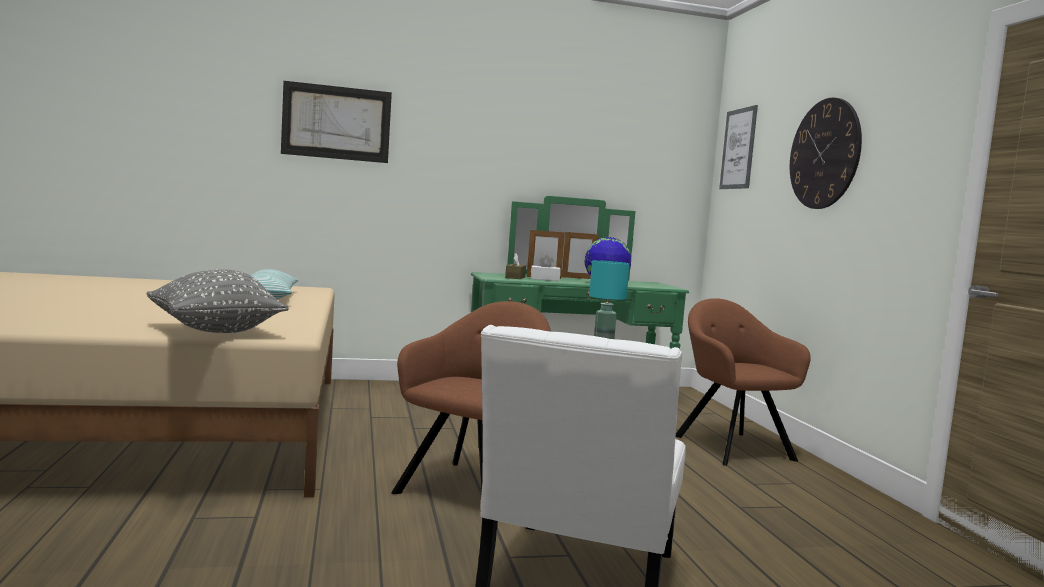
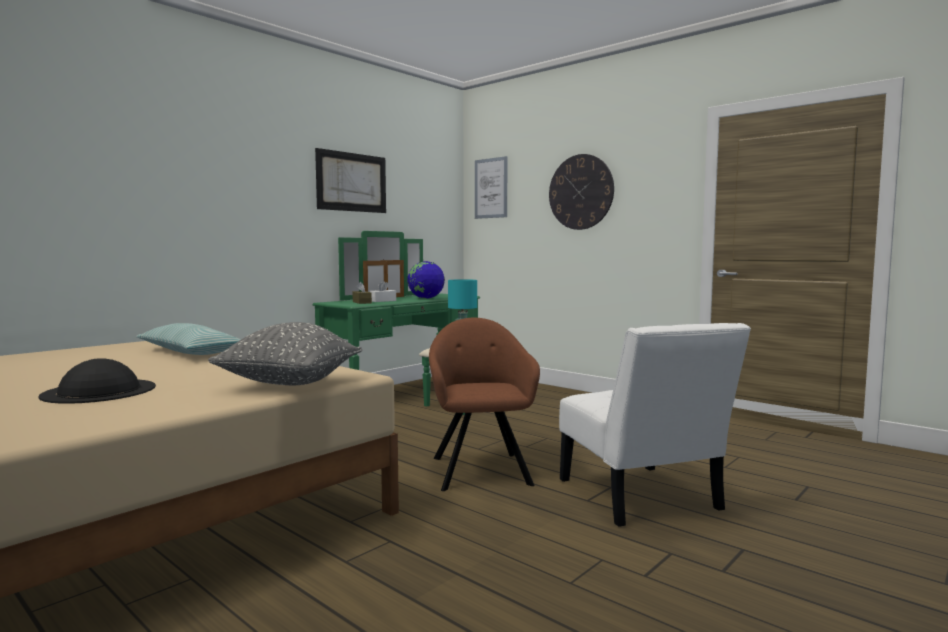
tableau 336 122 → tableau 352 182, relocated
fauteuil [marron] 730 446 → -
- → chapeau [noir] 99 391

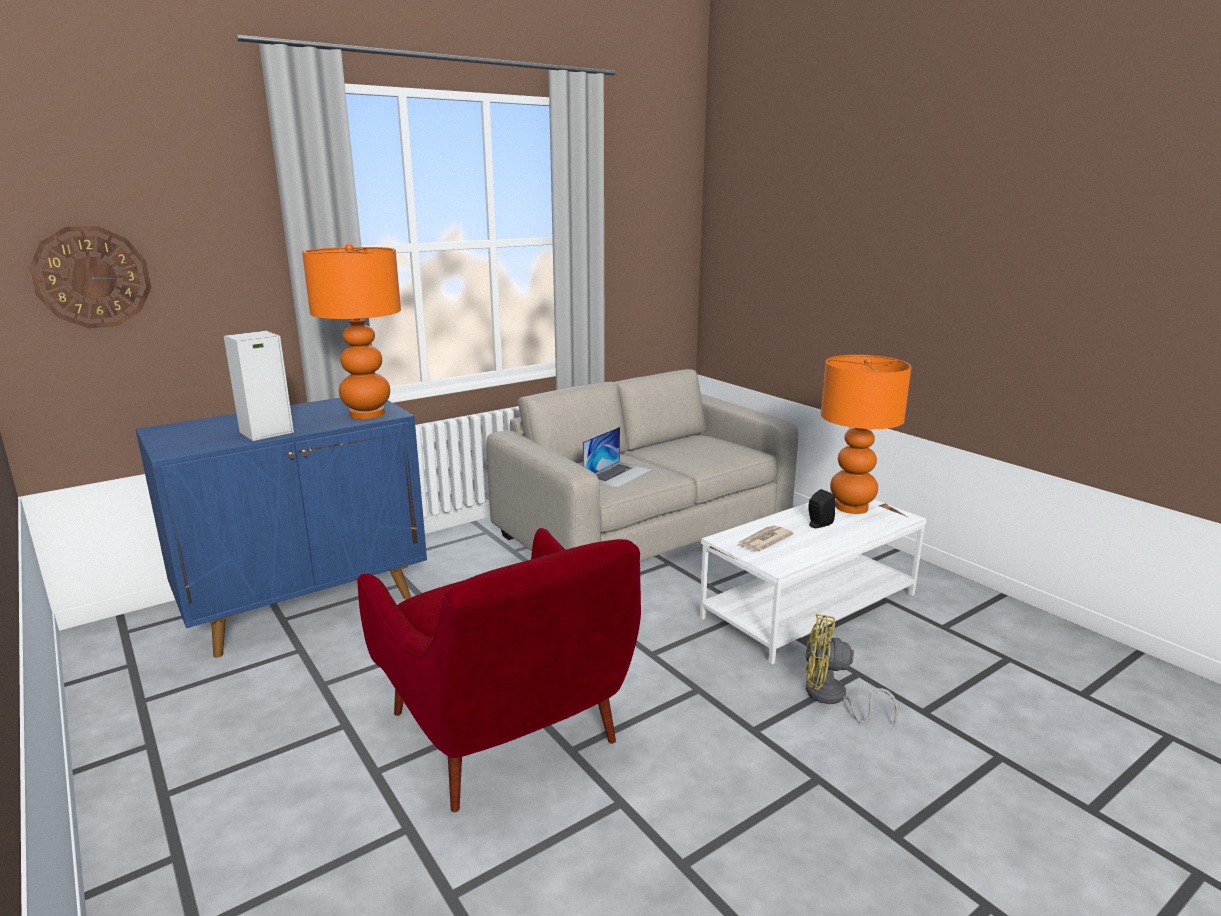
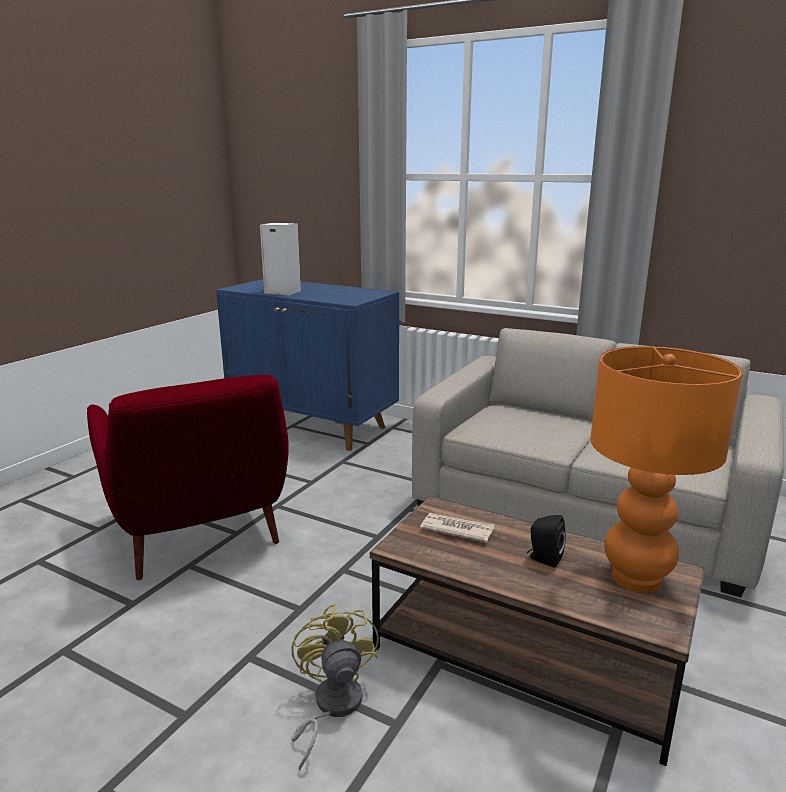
horloge murale 92 277 → -
lampe de table [orange] 366 414 → -
fauteuil [rouge] 507 735 → fauteuil [rouge] 199 535, 60 degrees counterclockwise
ordinateur portable 618 474 → -
table basse [blanc] 809 605 → table basse [marron] 527 657

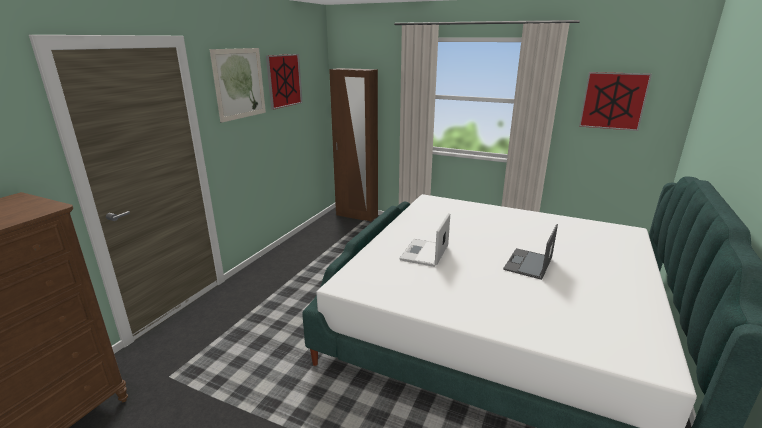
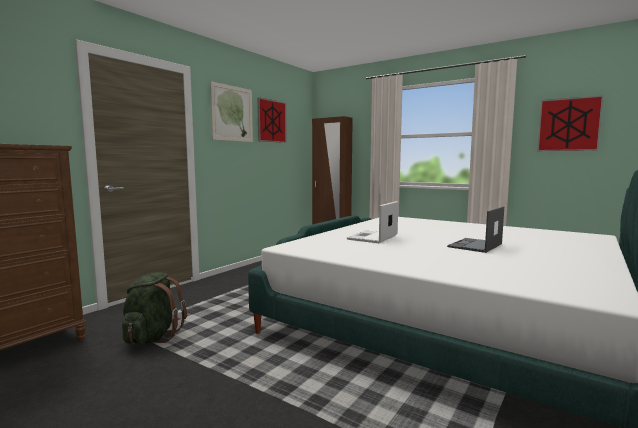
- → sac à dos [vert] 152 337

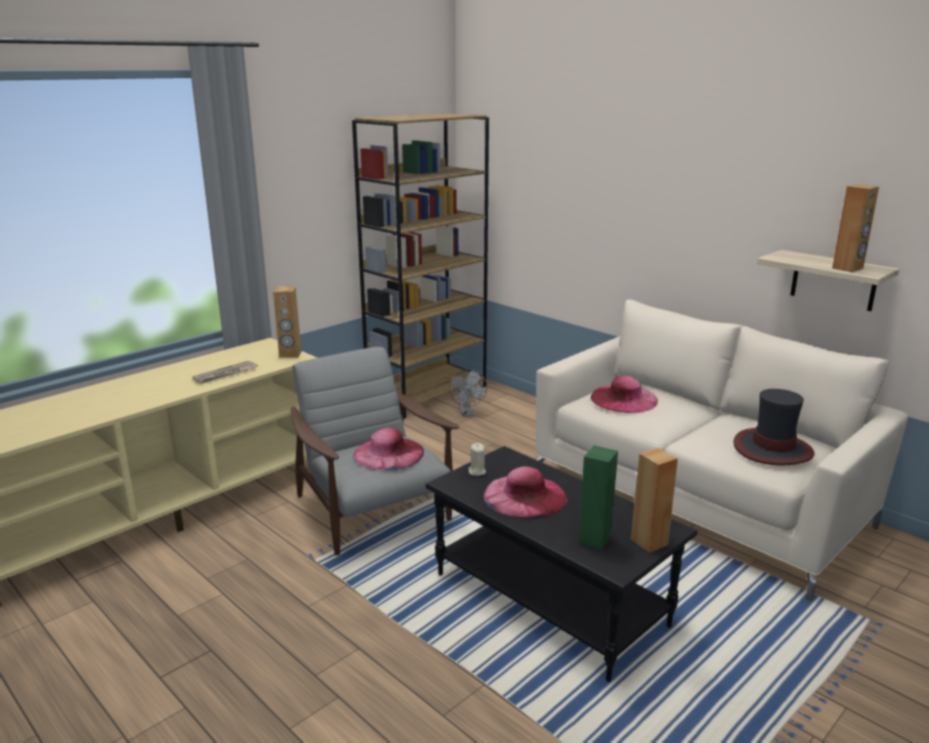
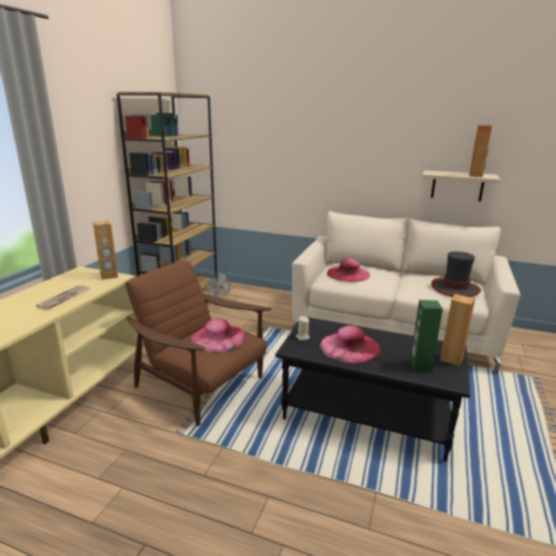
fauteuil [gris] 373 511 → fauteuil [marron] 202 384

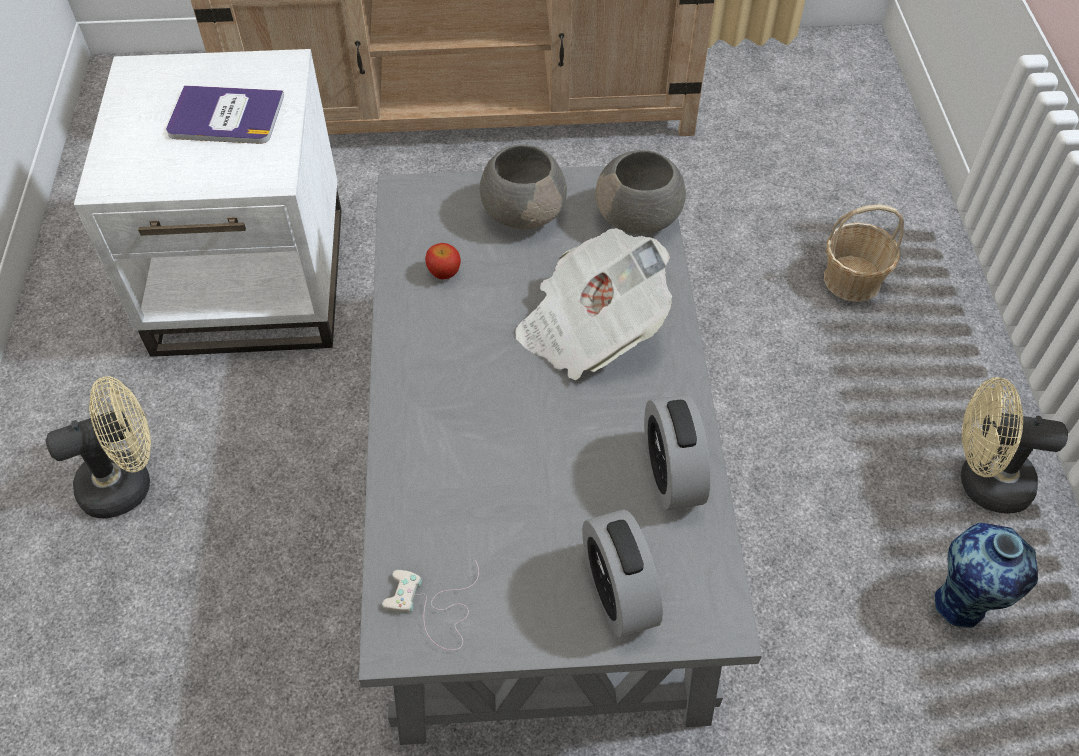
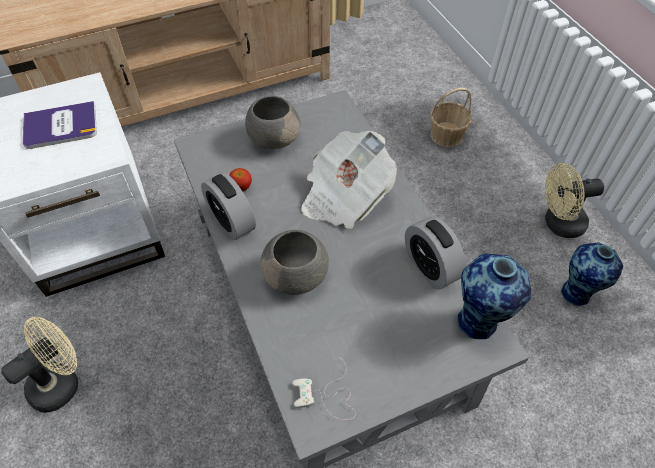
réveil 618 592 → réveil 231 221, relocated
bol [gris] 639 217 → bol [gris] 297 276, relocated
- → vase 479 321

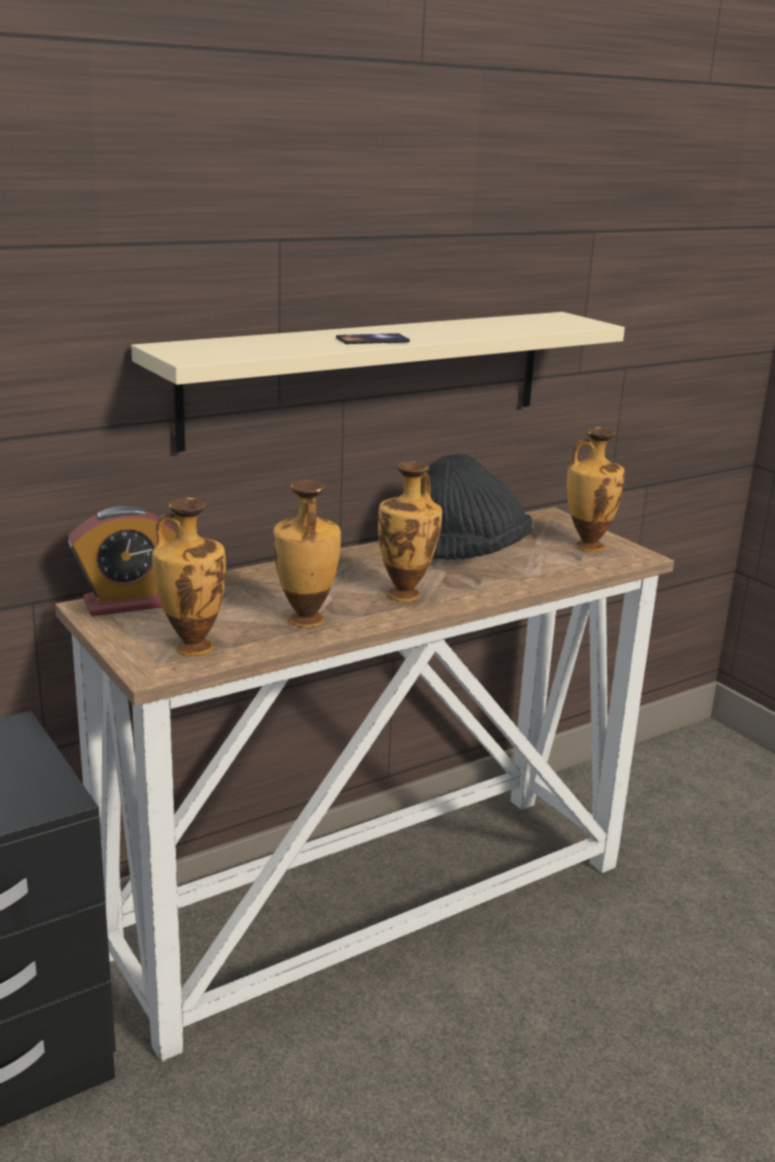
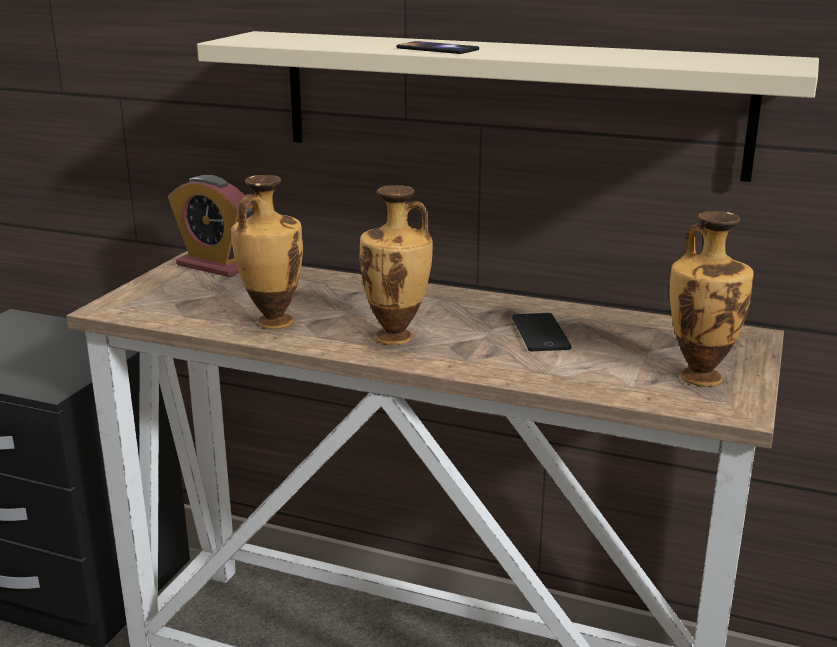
vase 191 647 → -
chapeau [noir] 466 556 → téléphone 540 333

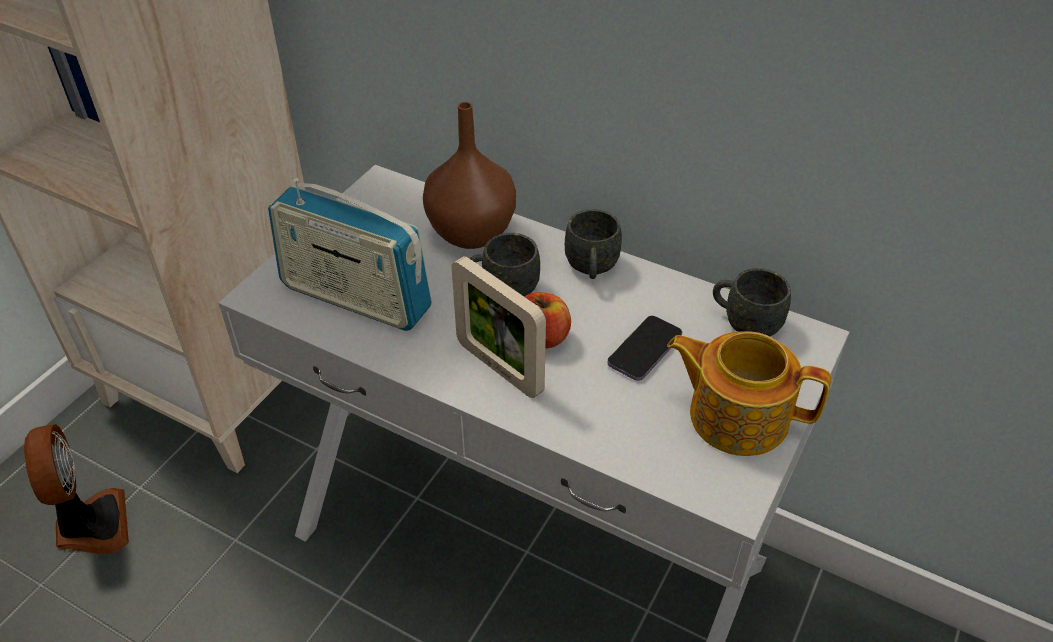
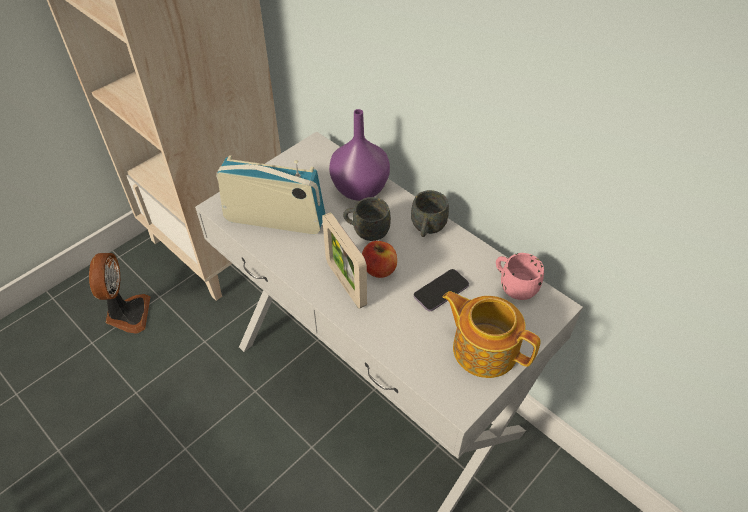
radio 355 298 → radio 275 220, 150 degrees clockwise
vase [marron] 470 234 → vase [violet] 359 190
mug [gris] 744 323 → mug [rose] 513 286

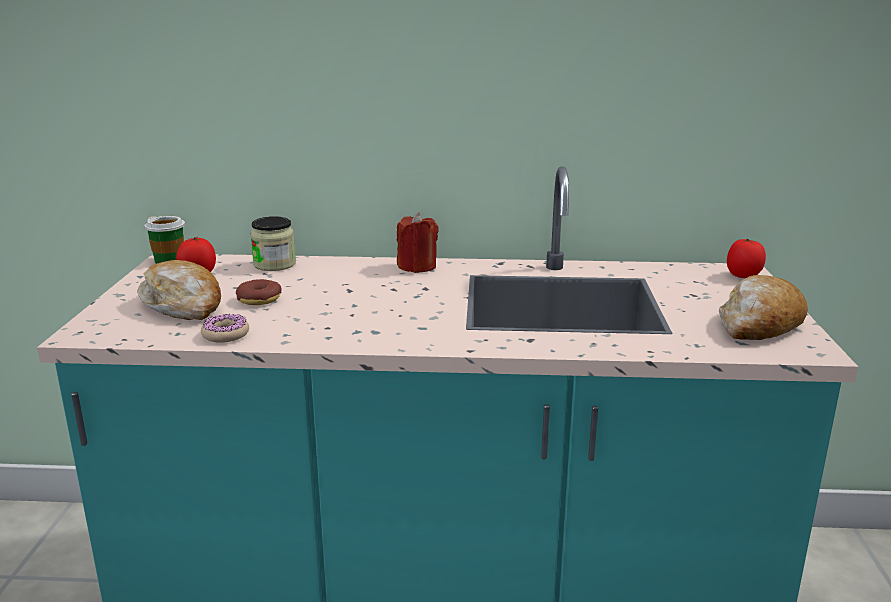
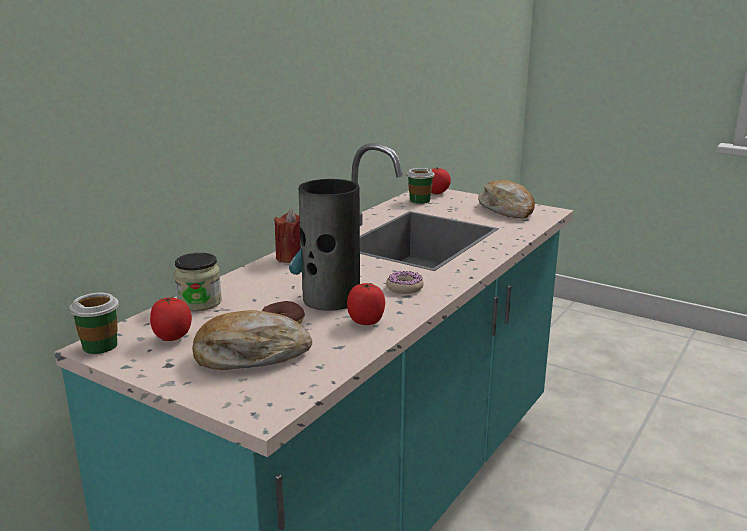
beignet 225 335 → beignet 404 288, relocated
- → vase 331 299
- → tomate 366 321
- → tasse 419 200

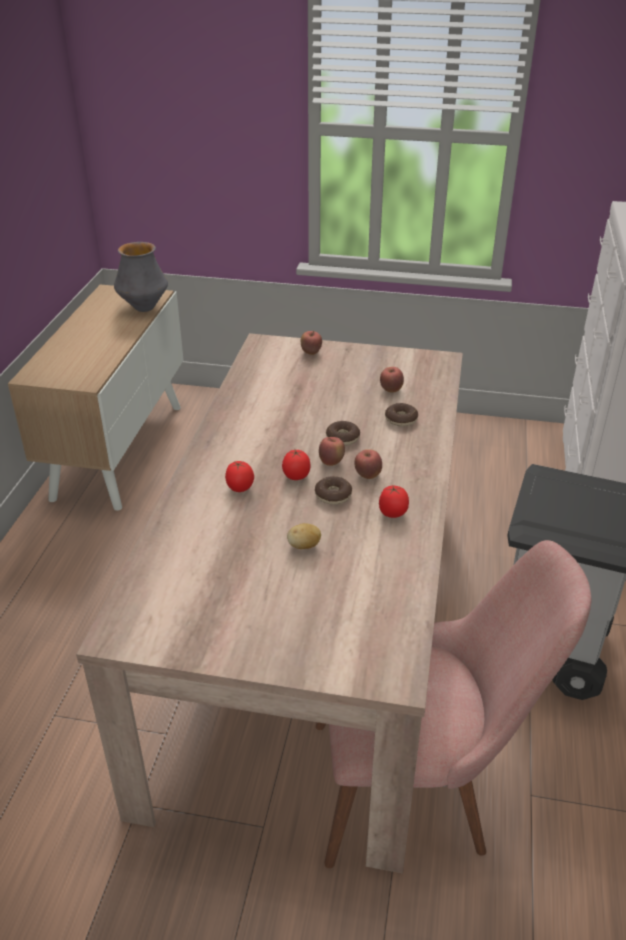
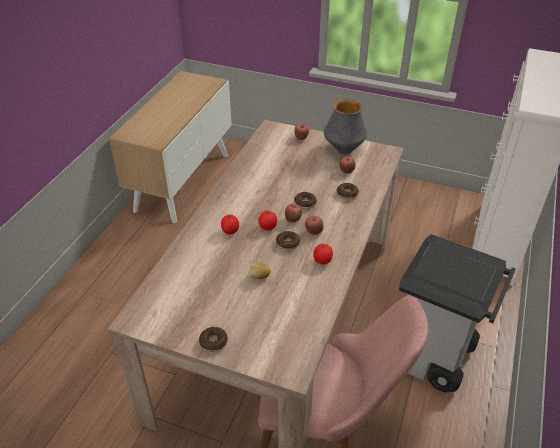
vase 144 308 → vase 344 150, relocated
- → beignet 213 342

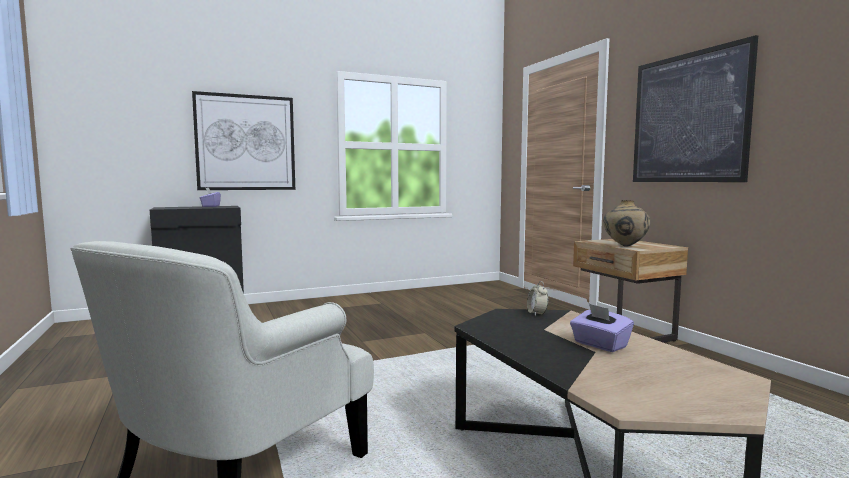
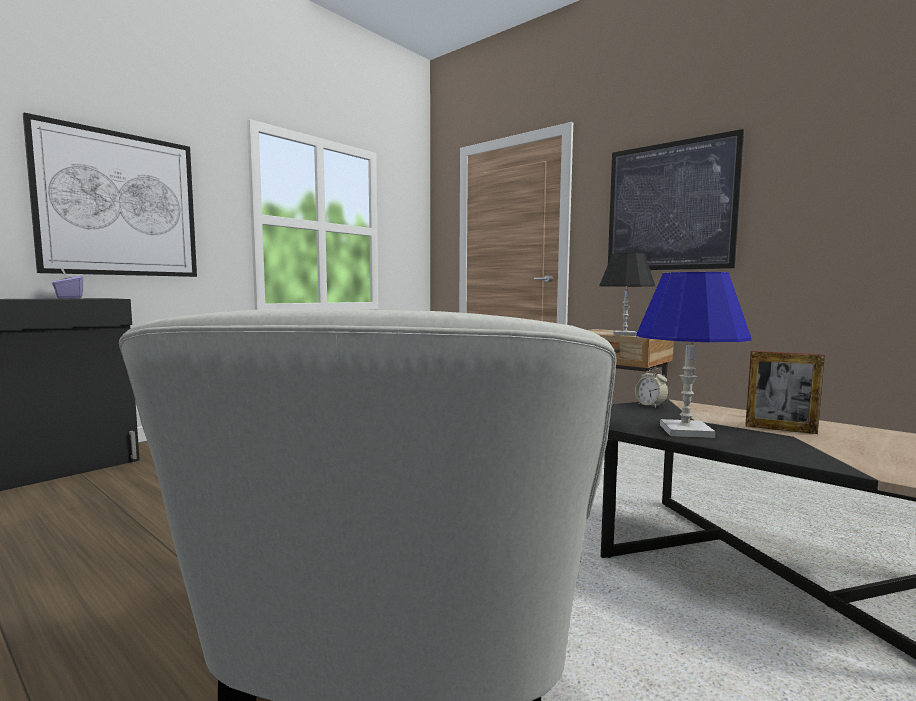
boîte à mouchoirs [violet] 599 345 → cadre photo 780 429
vase [beige] 624 246 → lampe de table [noir] 624 334
- → lampe de table [bleu] 685 431

